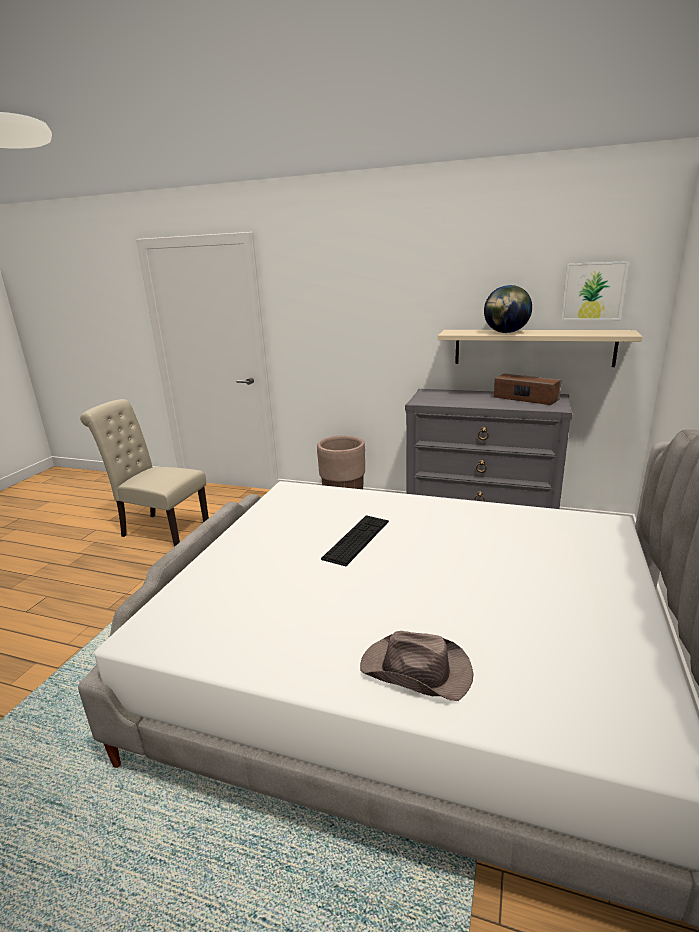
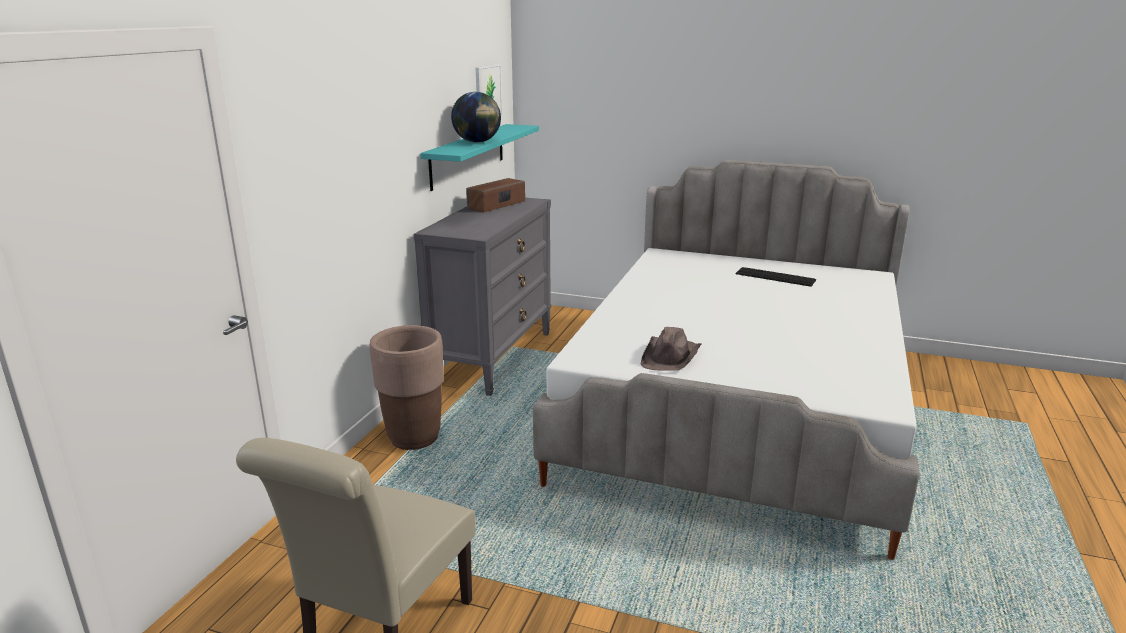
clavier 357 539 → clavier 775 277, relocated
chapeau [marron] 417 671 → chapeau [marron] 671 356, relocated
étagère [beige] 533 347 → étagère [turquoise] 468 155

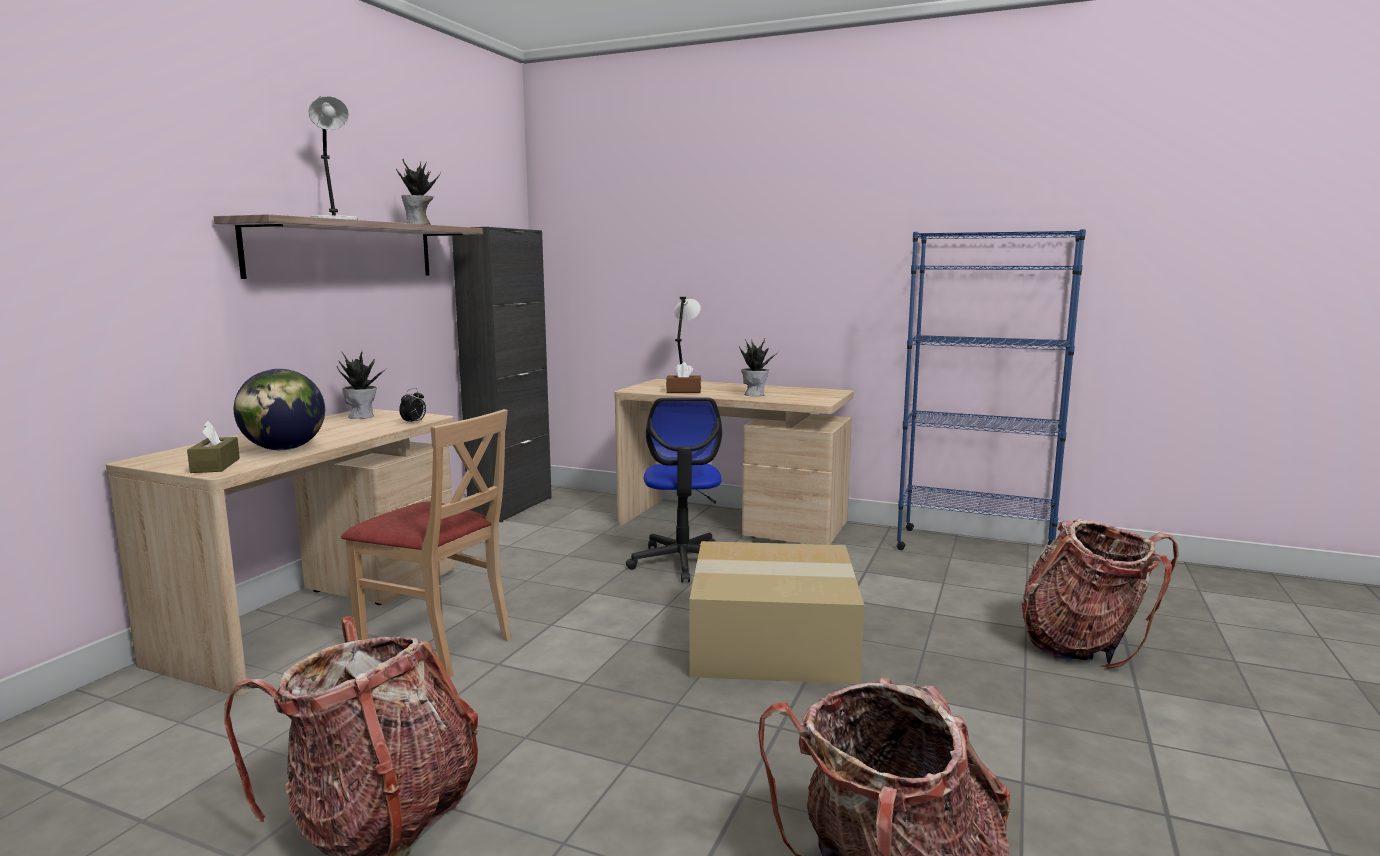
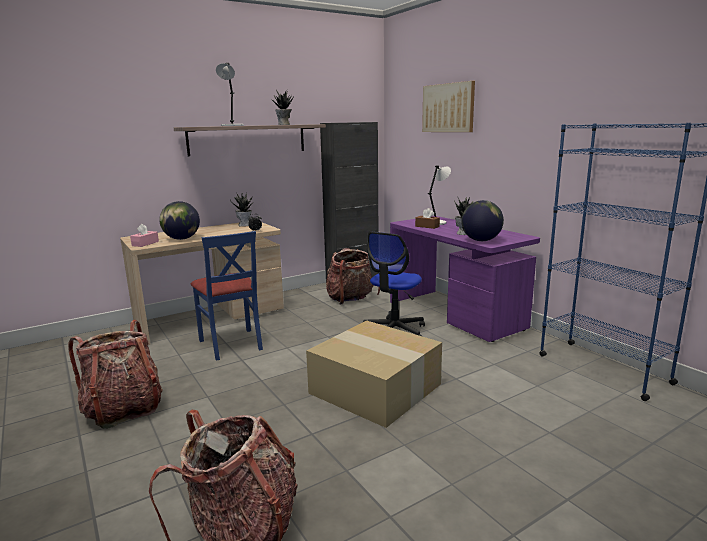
boîte à mouchoirs [marron] 215 465 → boîte à mouchoirs [rose] 145 243
chaise [beige] 438 645 → chaise [bleu] 231 344
bureau [beige] 732 524 → bureau [violet] 455 314
sac à dos 1084 646 → sac à dos 351 299, relocated
- → tableau 448 108
- → globe 481 240

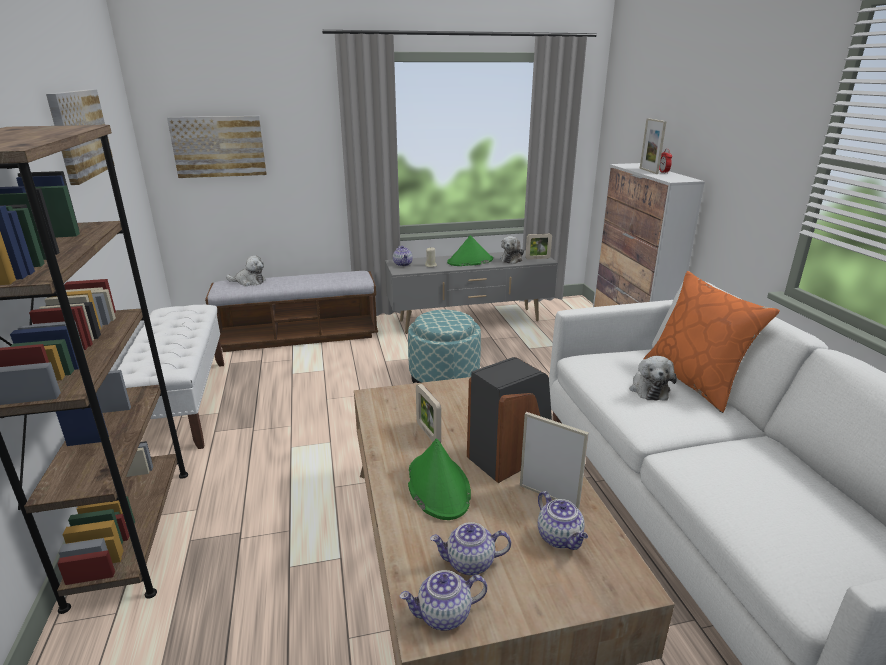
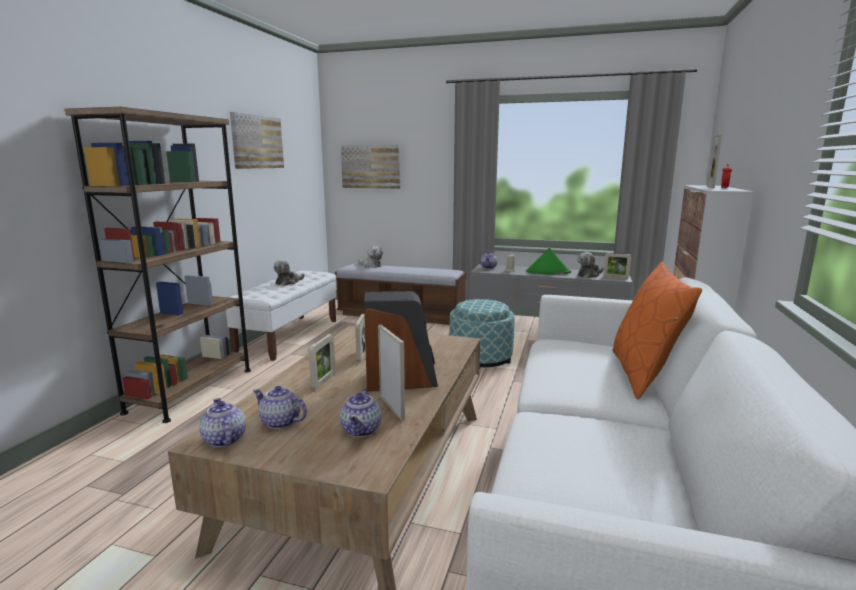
théière 444 615 → théière 223 439, 45 degrees clockwise
chapeau [vert] 437 486 → cadre photo 323 381
peluche 649 388 → peluche 288 282, relocated

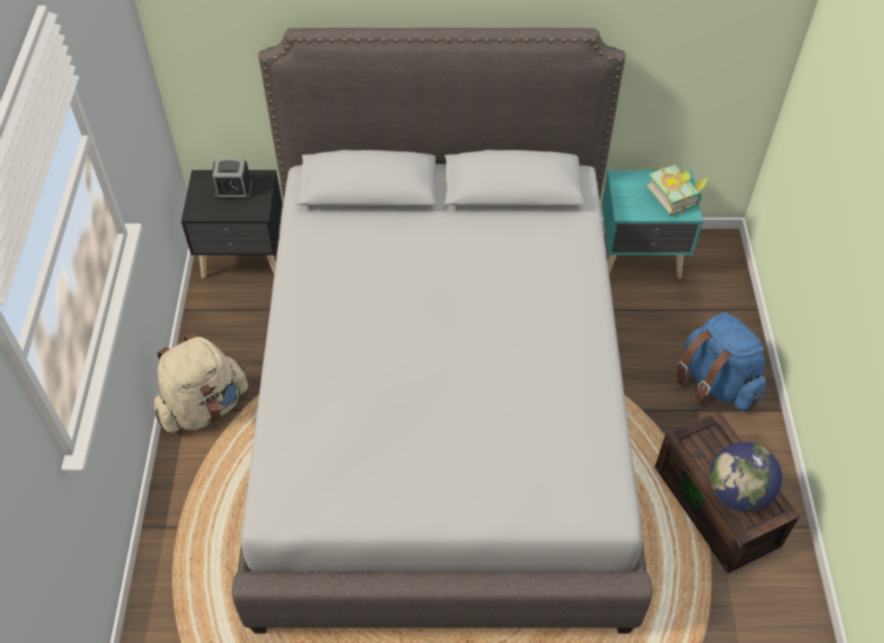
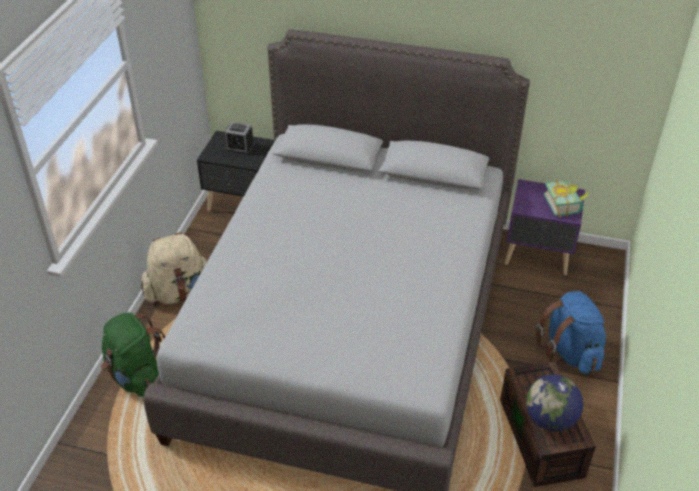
table de chevet [turquoise] 640 258 → table de chevet [violet] 538 256
- → sac à dos [vert] 137 375

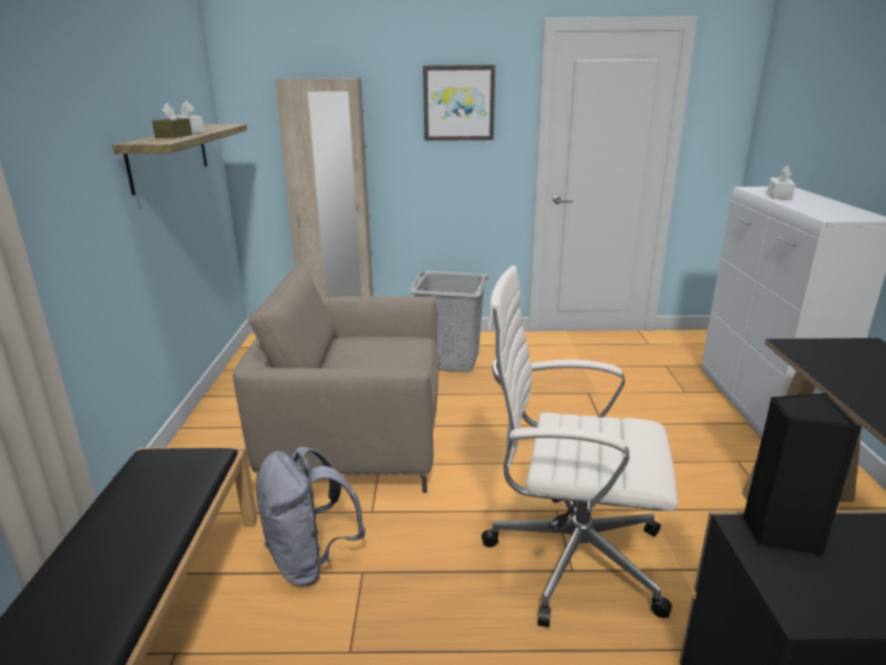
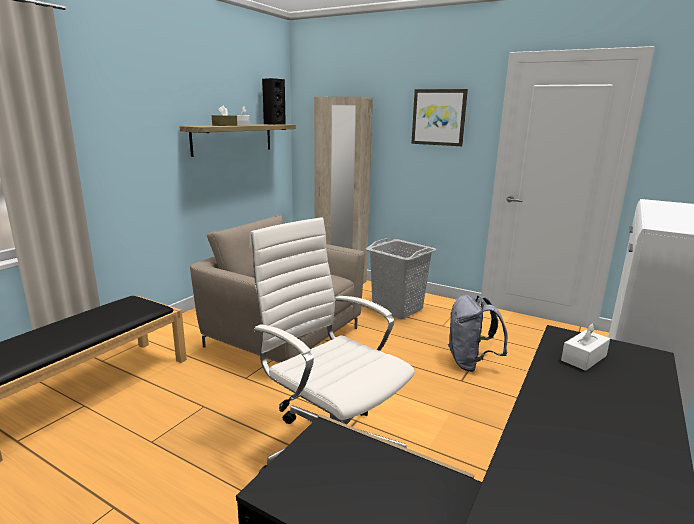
sac à dos [gris] 310 561 → sac à dos [gris] 471 363, relocated
enceinte [noir] 779 533 → enceinte [noir] 274 124, relocated
boîte à mouchoirs [blanc] 779 196 → boîte à mouchoirs [blanc] 583 358, relocated

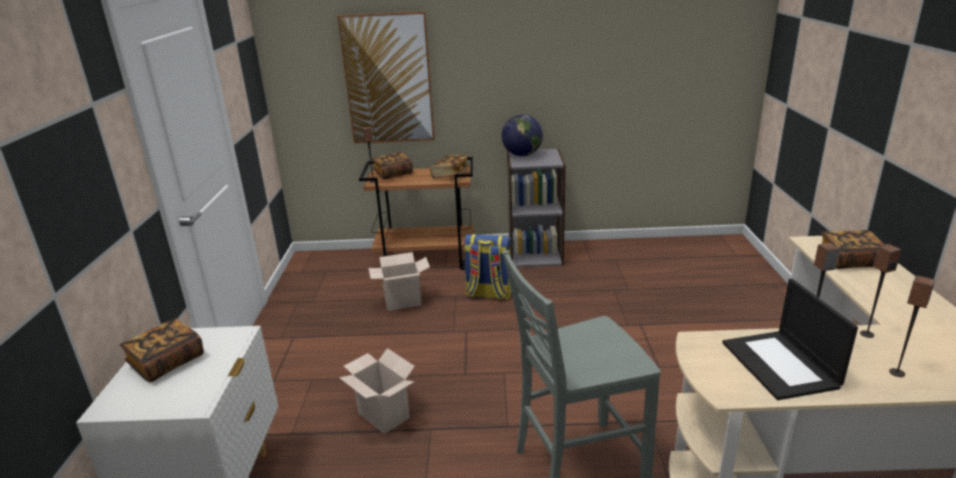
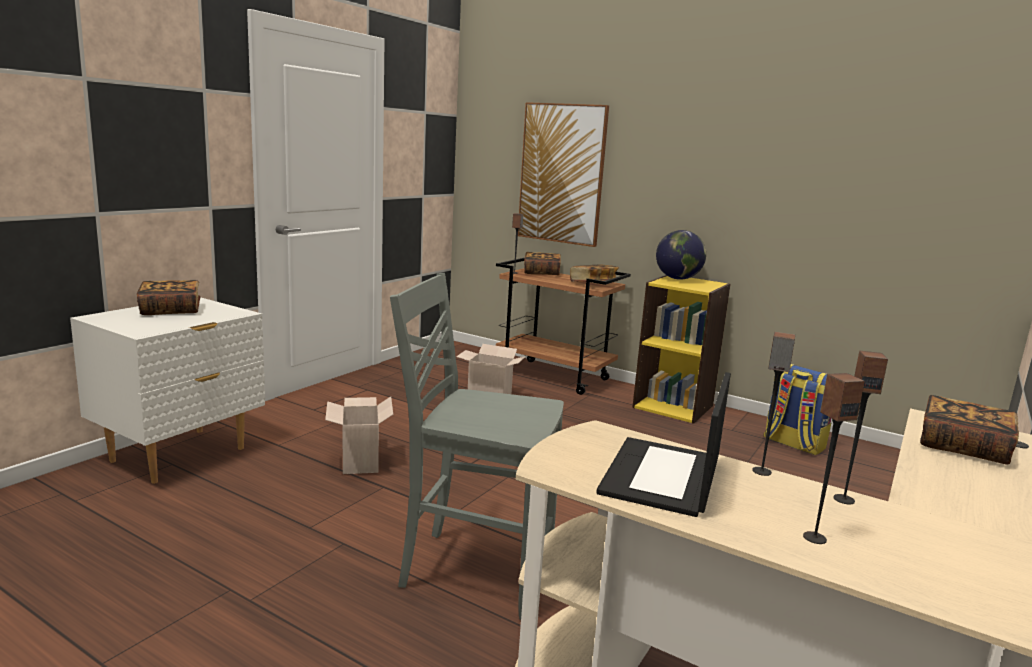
sac à dos 488 294 → sac à dos 793 444, relocated
bibliothèque [gris] 535 254 → bibliothèque [jaune] 673 406

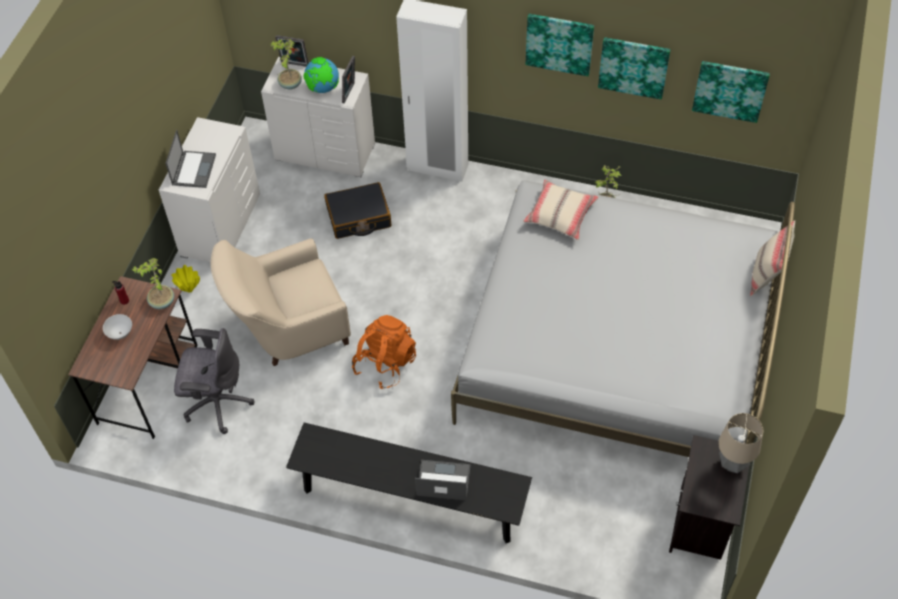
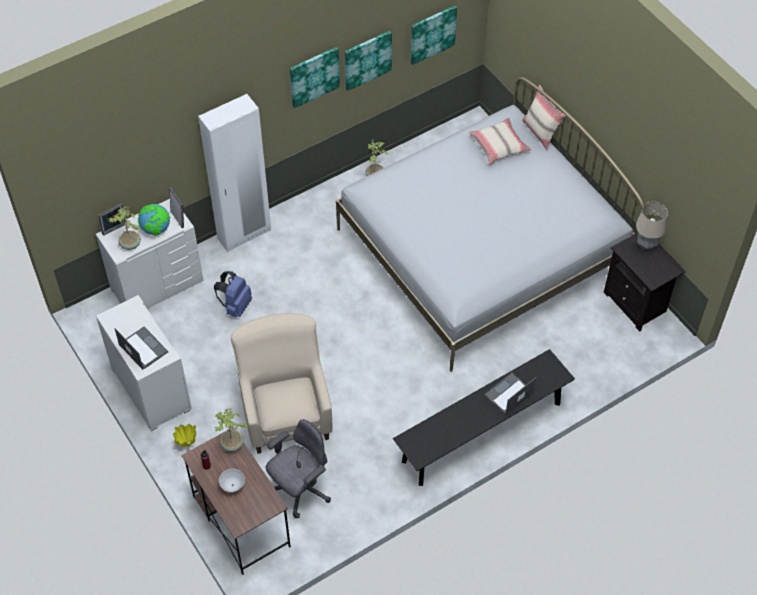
fauteuil [beige] 288 330 → fauteuil [beige] 285 409, 150 degrees clockwise
valise [noir] 358 217 → sac à dos [bleu] 235 306
sac à dos [orange] 385 363 → -
coussin [beige] 560 215 → coussin [beige] 499 146, relocated

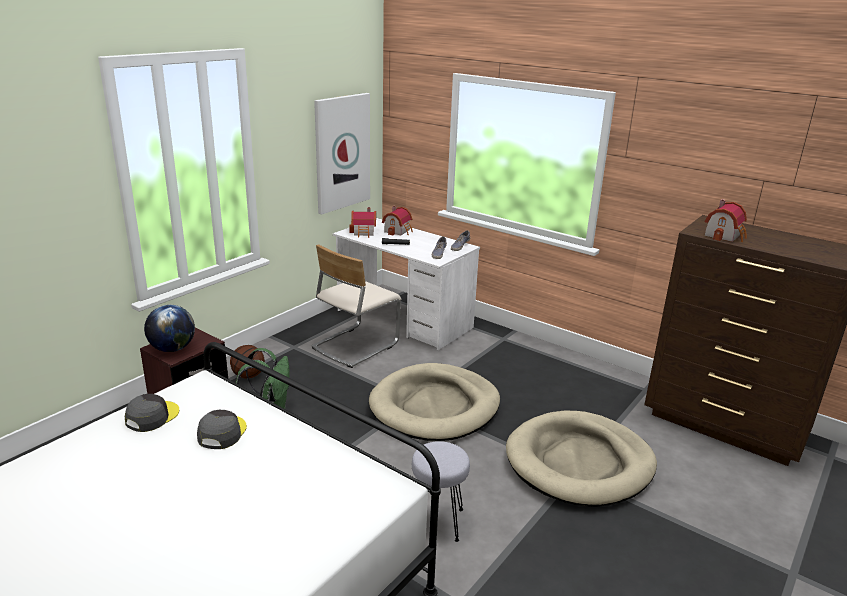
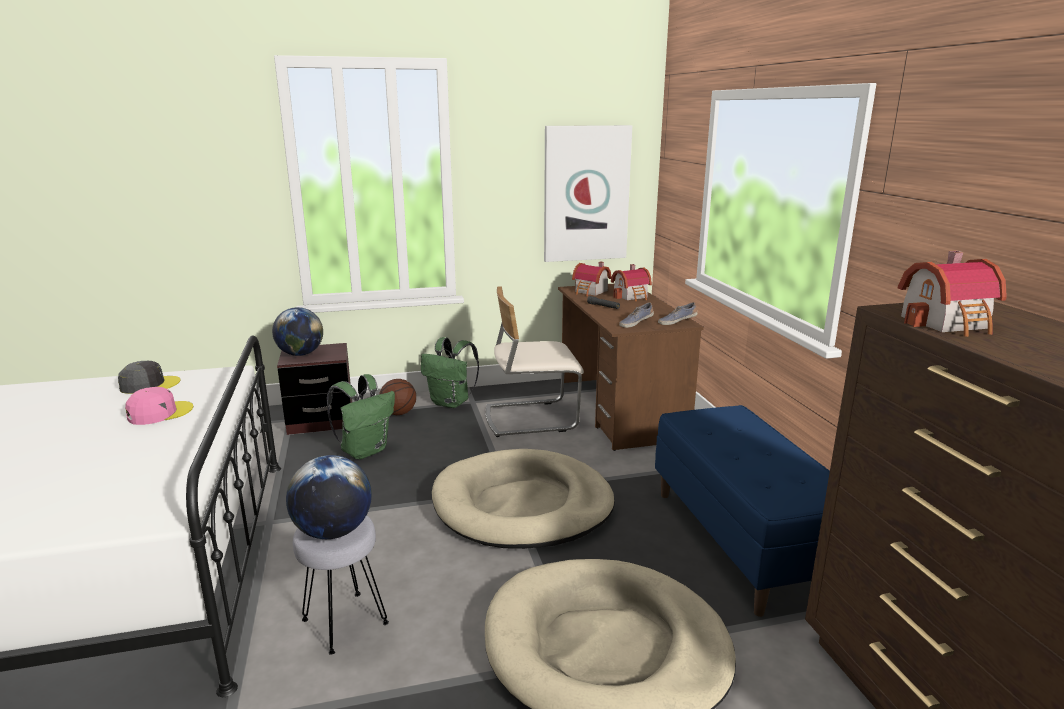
casquette [gris] 222 433 → casquette [rose] 159 413
bureau [blanc] 404 319 → bureau [marron] 619 409
- → globe 333 531
- → sac à dos [vert] 451 403
- → banc [bleu] 743 541

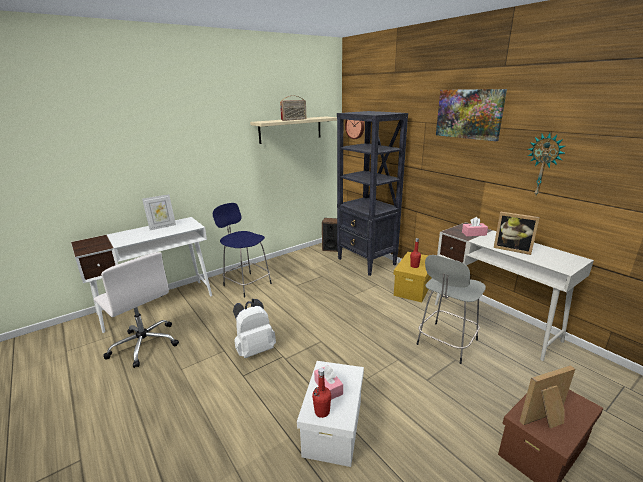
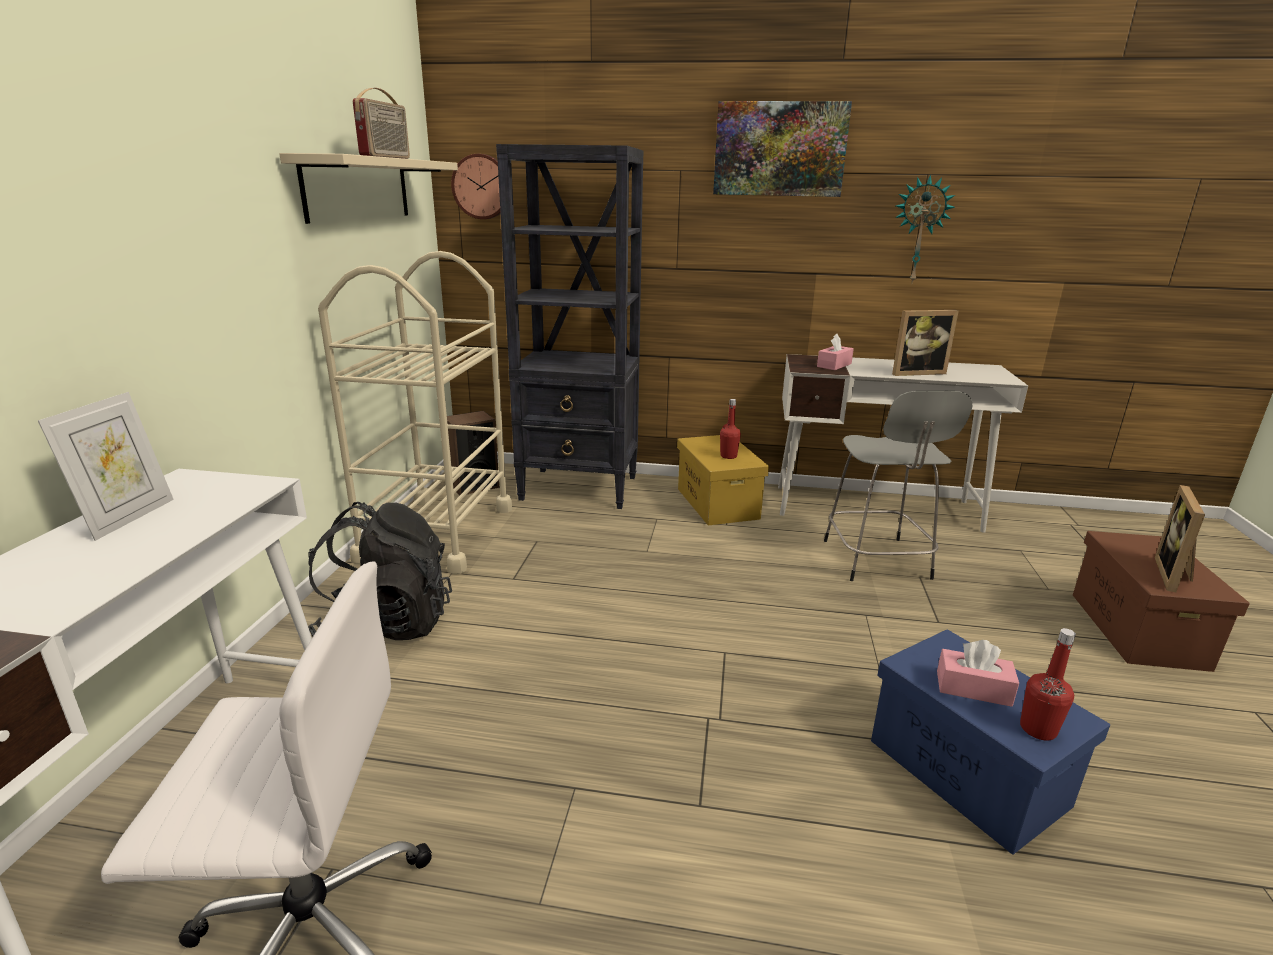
tabouret [bleu] 246 284 → sac à dos [noir] 387 624
sac à dos [blanc] 254 349 → -
boîte de rangement [blanc] 333 428 → boîte de rangement [bleu] 968 773
- → chariot [beige] 437 533

